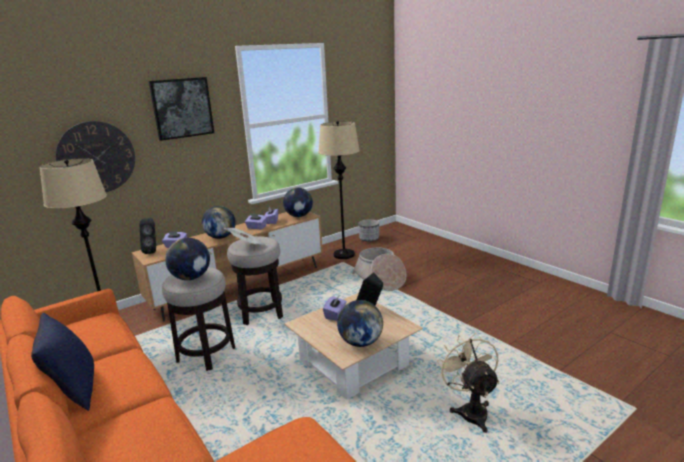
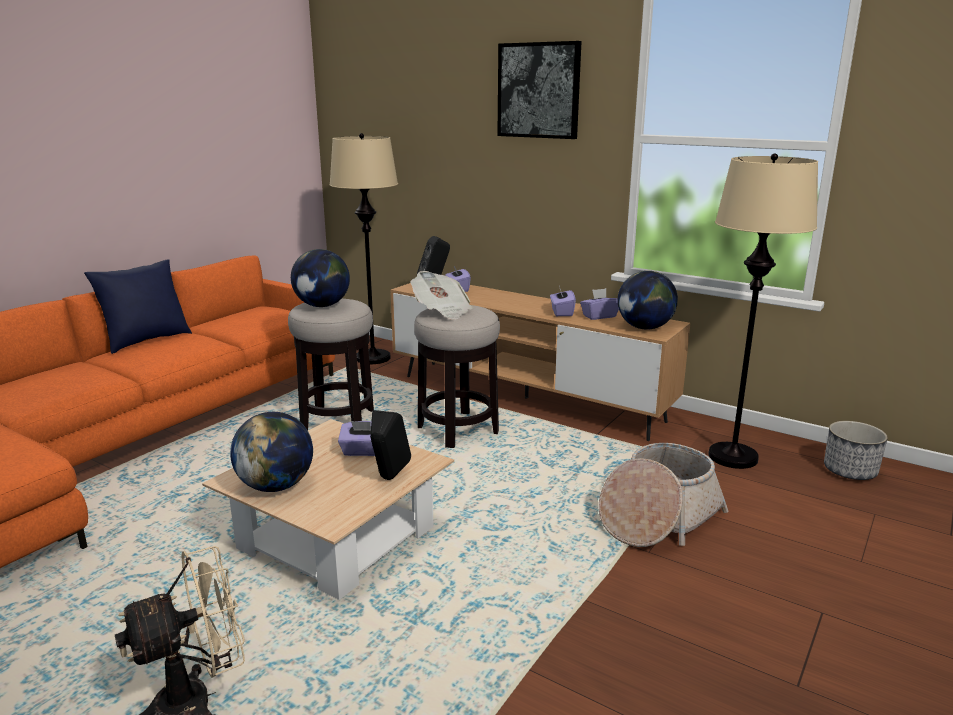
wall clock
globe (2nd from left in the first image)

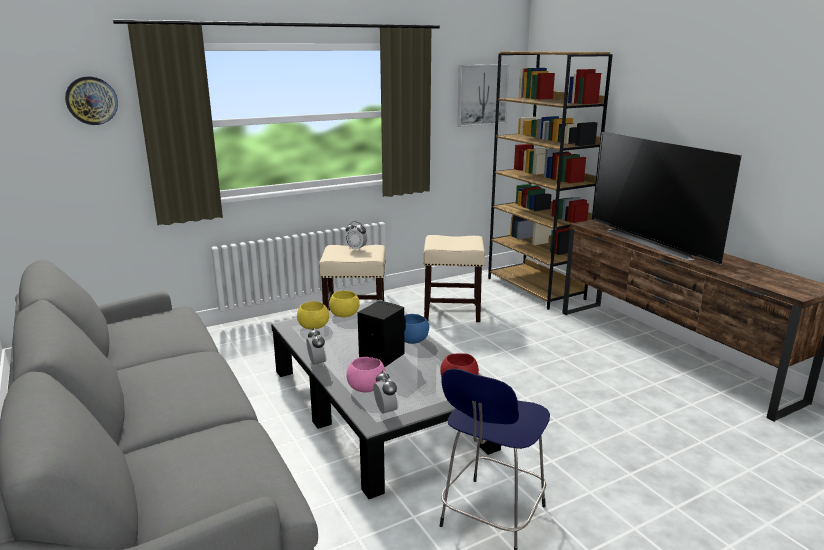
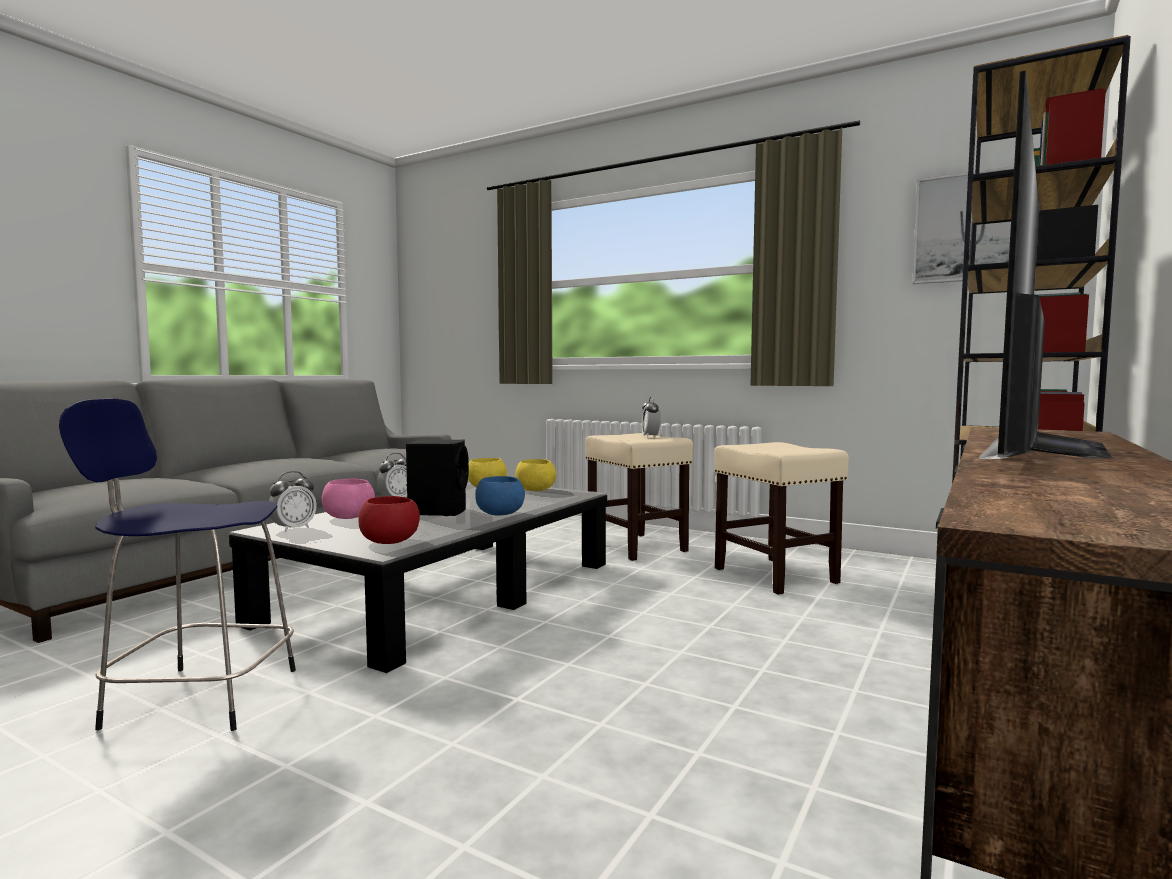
wall clock

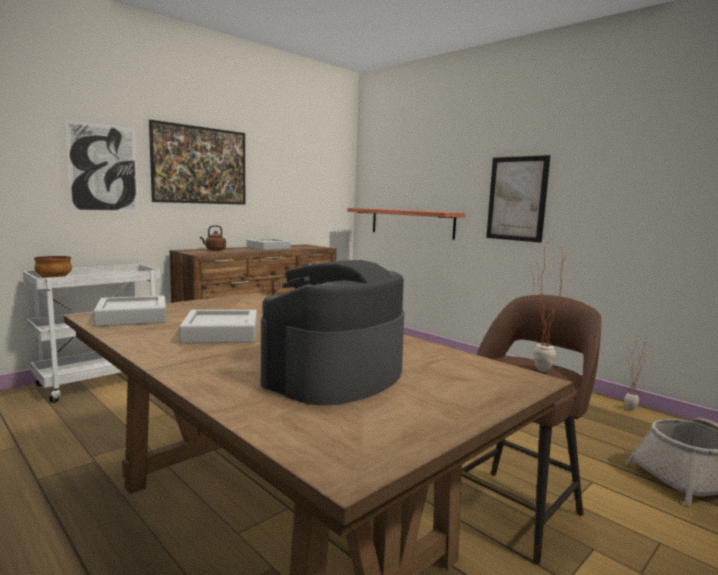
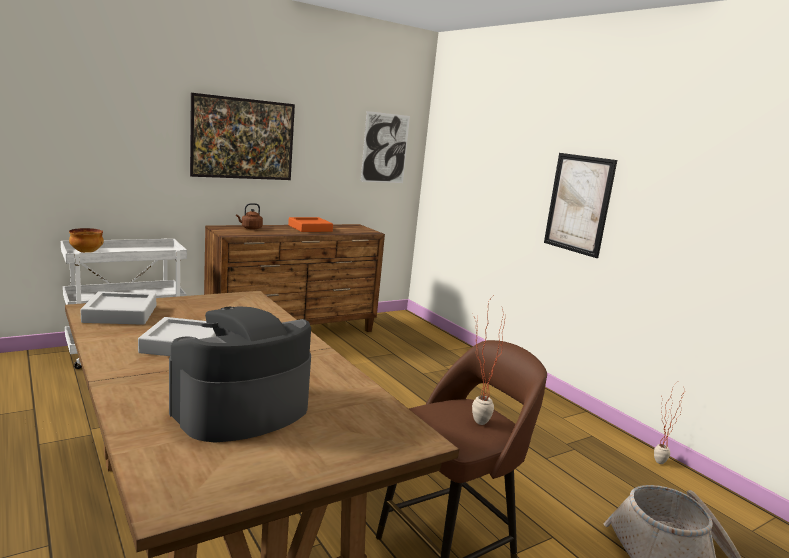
tray (orange)
picture (2nd from left)
shelf

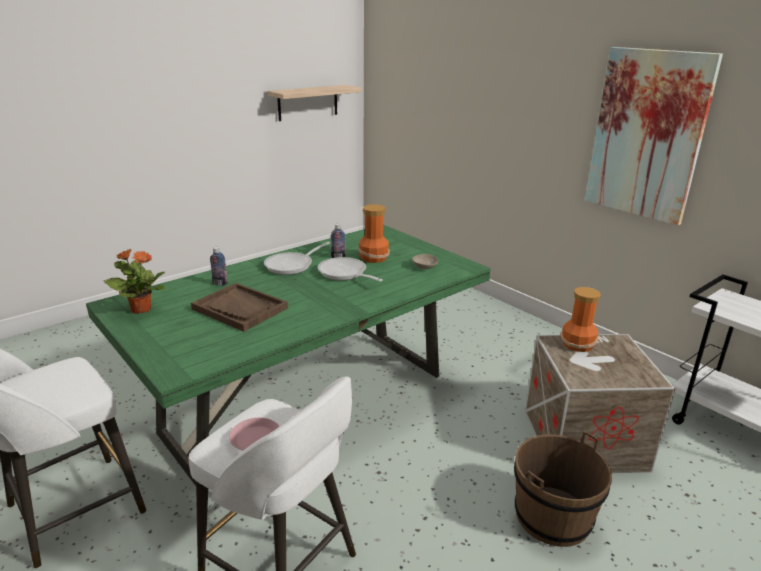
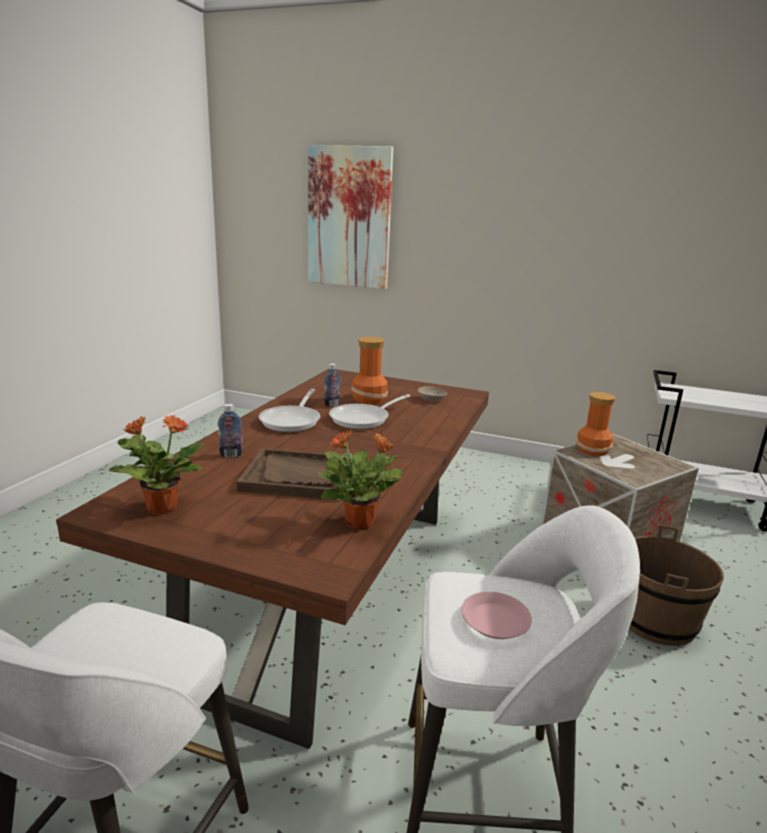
dining table (brown)
picture
potted plant (2nd from left)
frying pan (2nd from left)
shelf

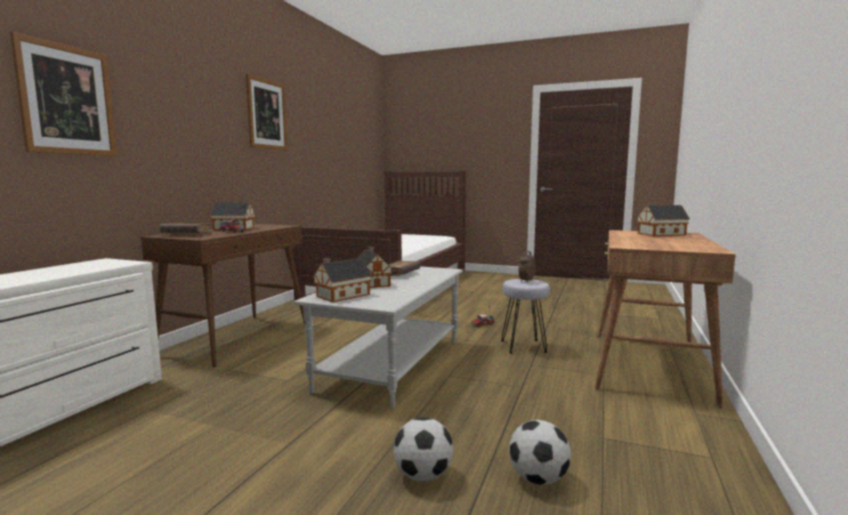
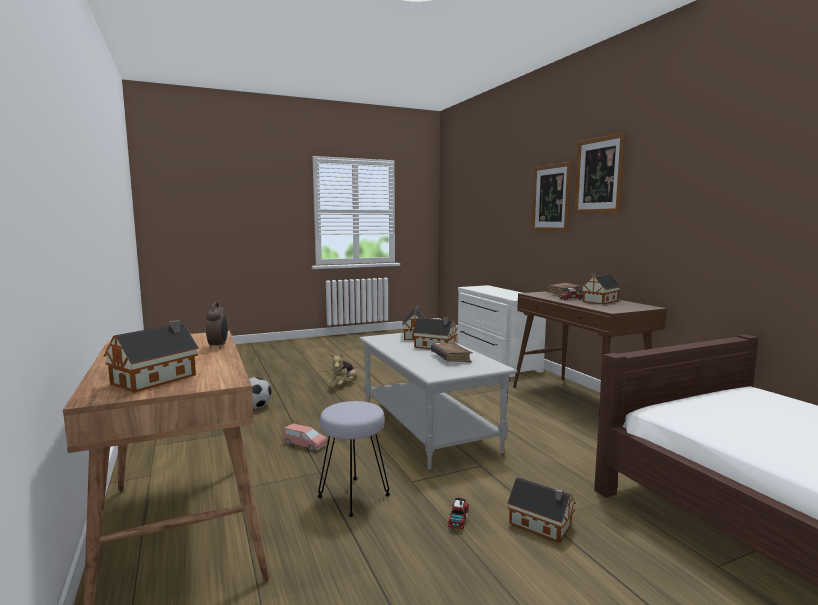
alarm clock
toy car (pink)
plush toy
toy house (4th from left)
picture (2nd from left)
football (1st from left in the first image)

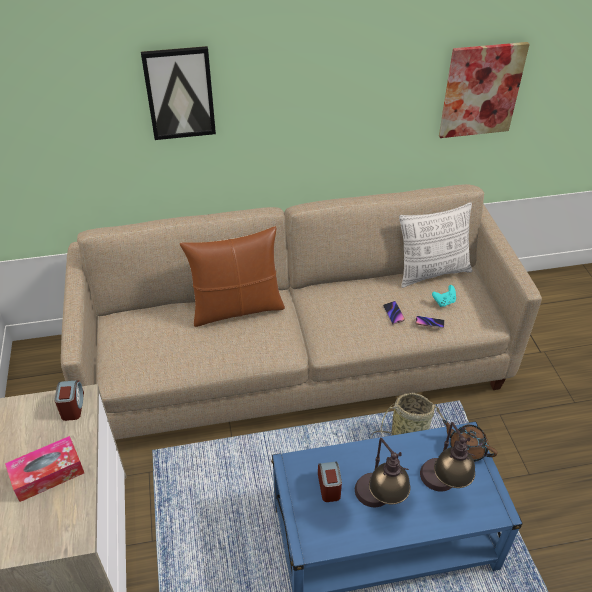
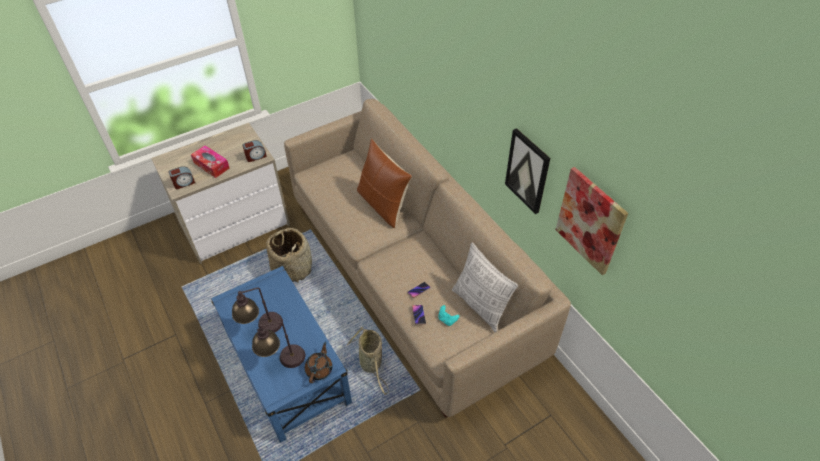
alarm clock (1st from left)
basket (1st from left)
picture (1st from left)

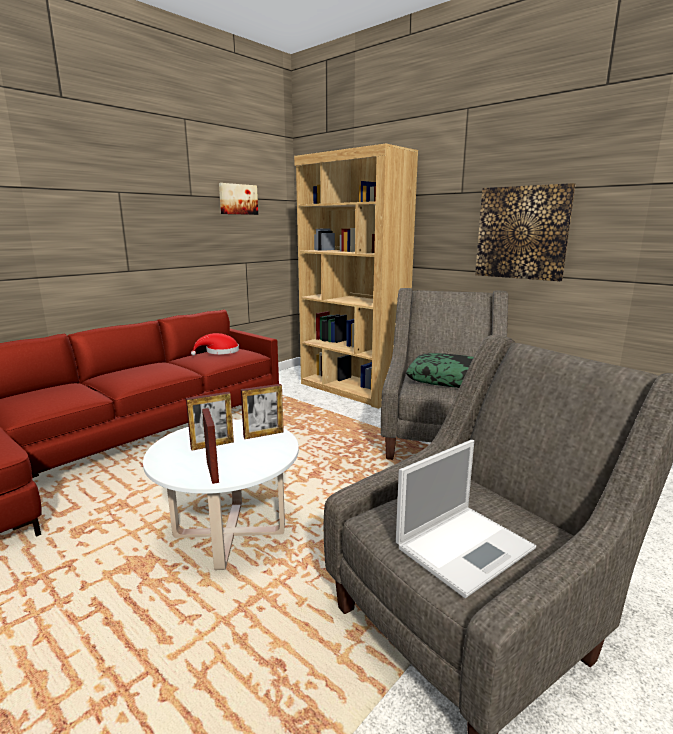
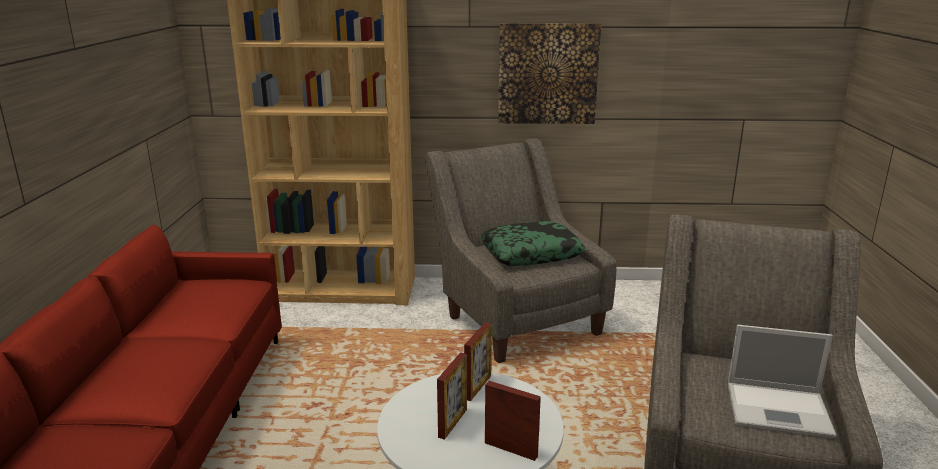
laptop
hat (red)
picture (1st from left in the first image)

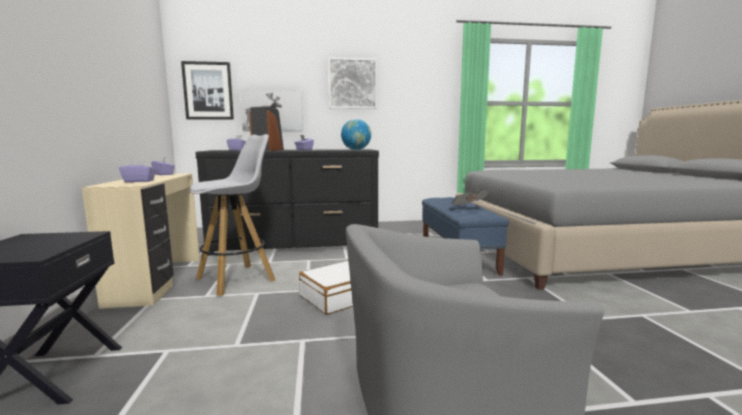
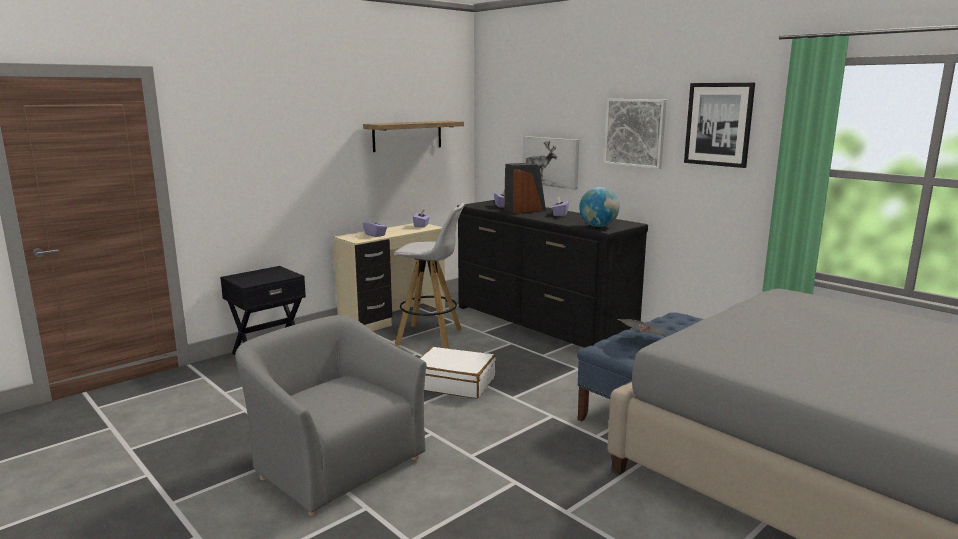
shelf
picture (3rd from left)

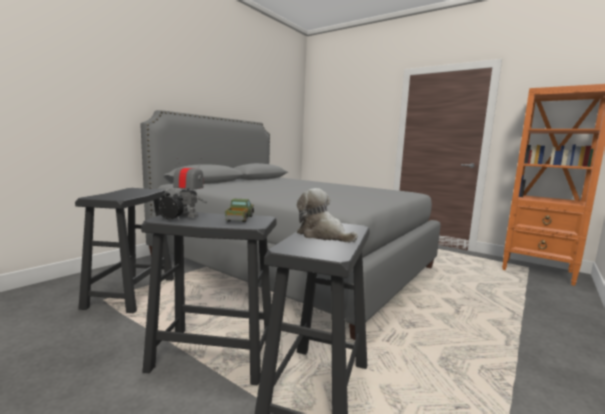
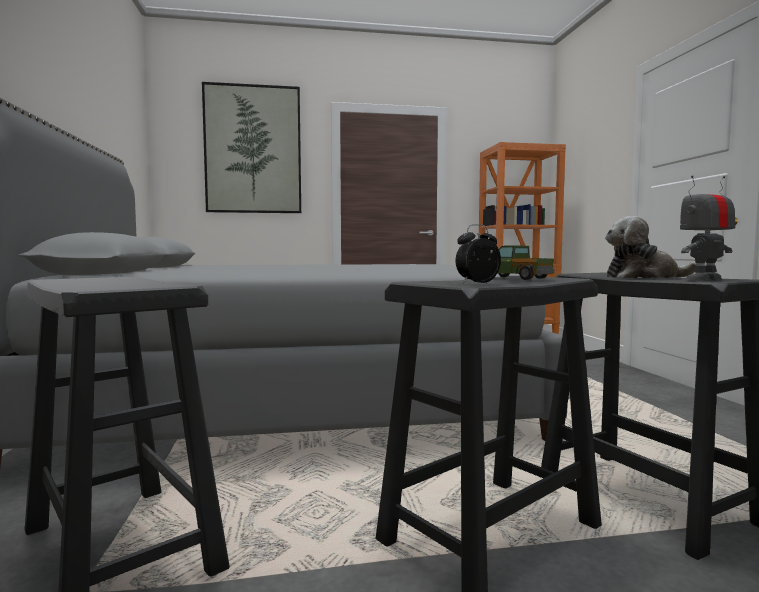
picture
toy robot

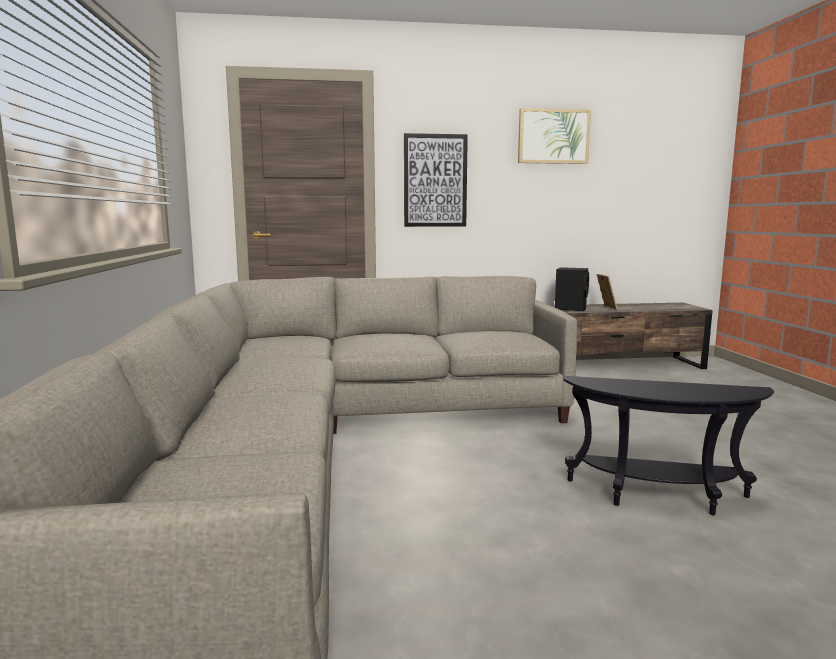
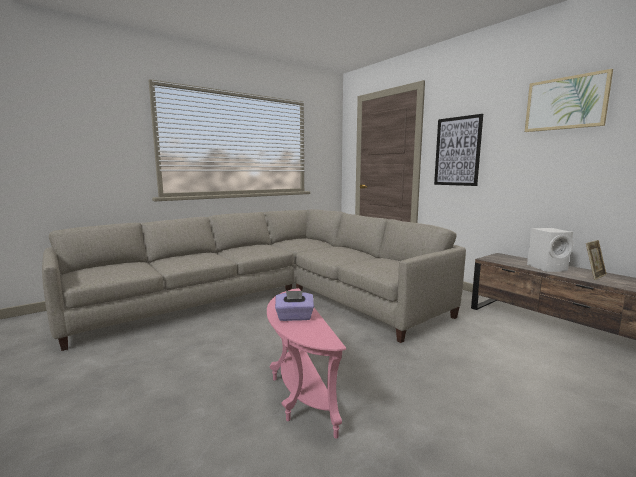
side table (pink)
tissue box (purple)
speaker (white)

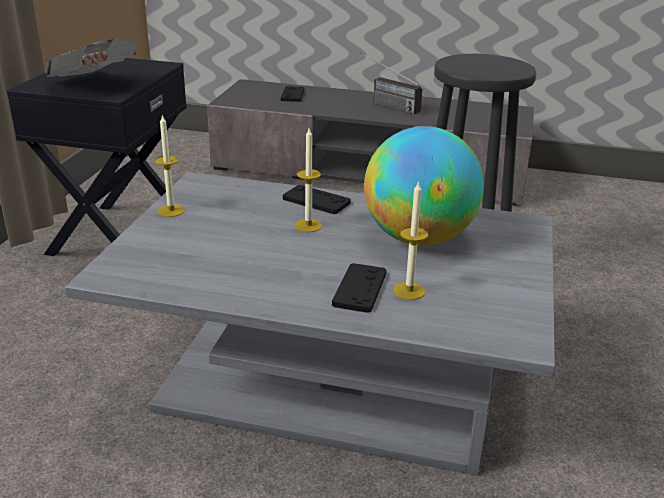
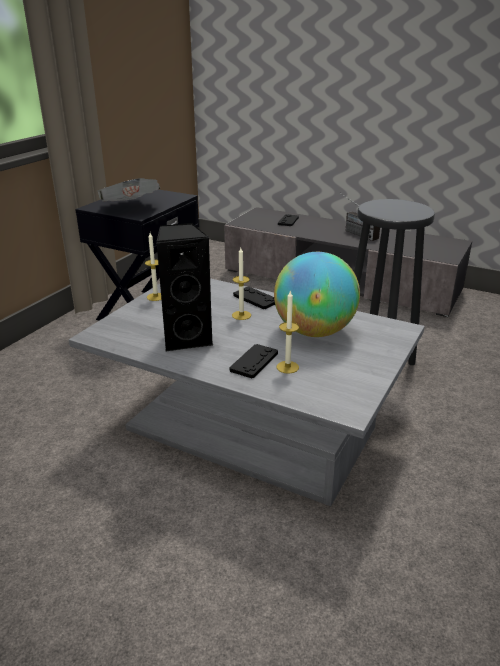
speaker (black)

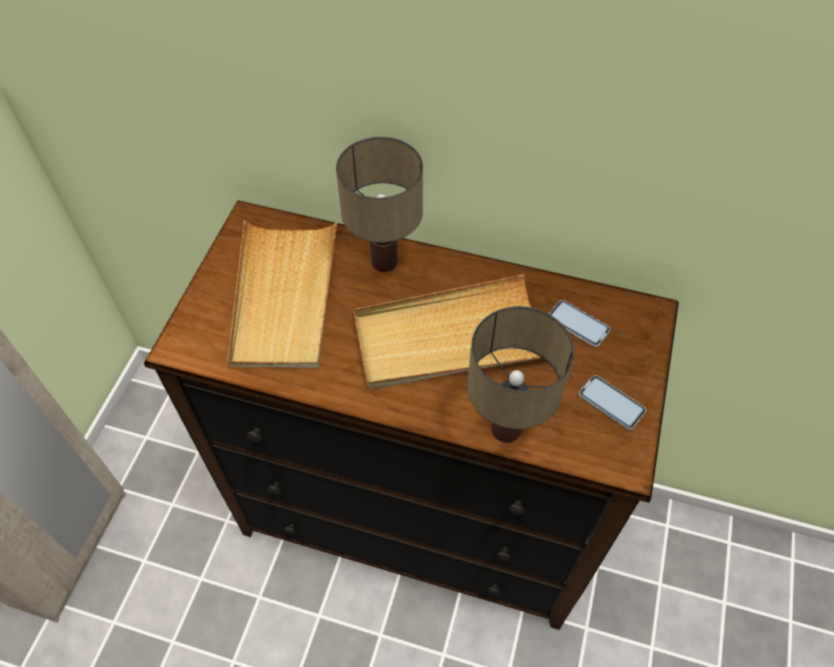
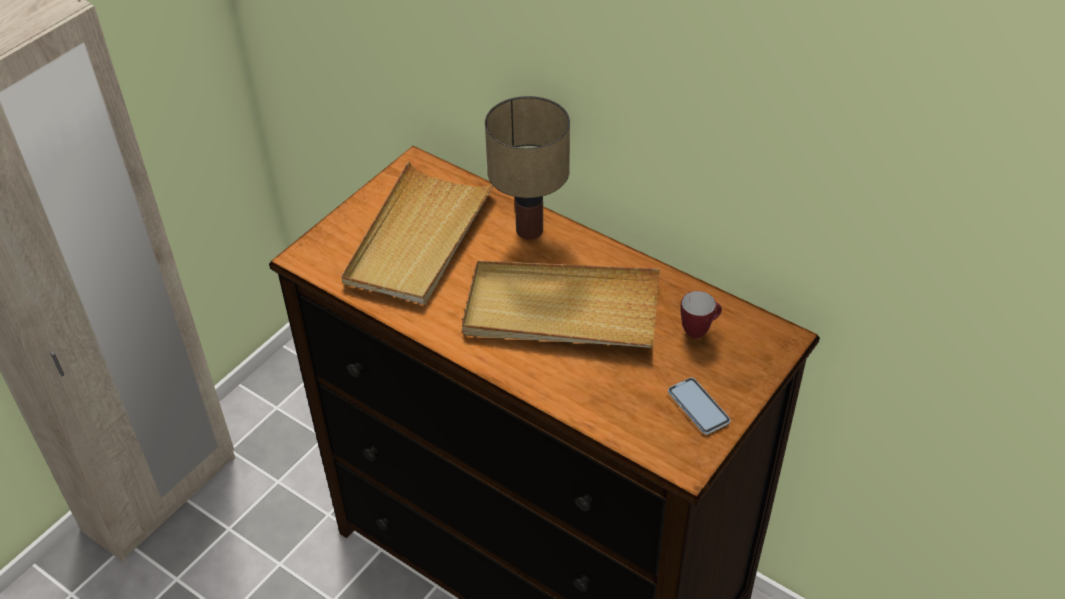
mug
table lamp (2nd from left in the first image)

